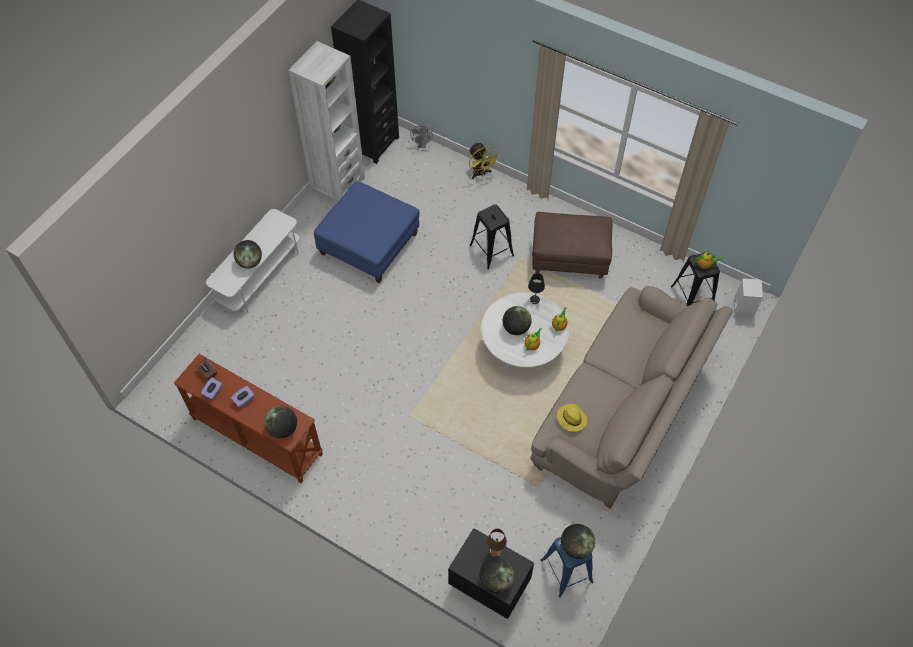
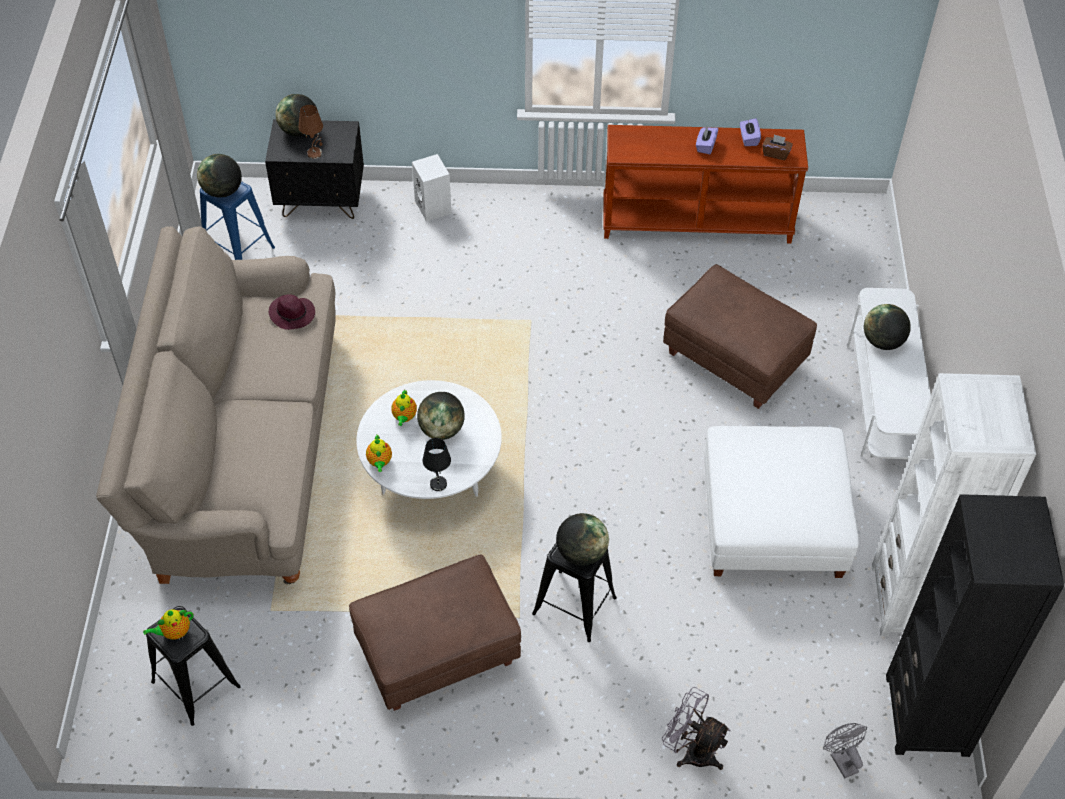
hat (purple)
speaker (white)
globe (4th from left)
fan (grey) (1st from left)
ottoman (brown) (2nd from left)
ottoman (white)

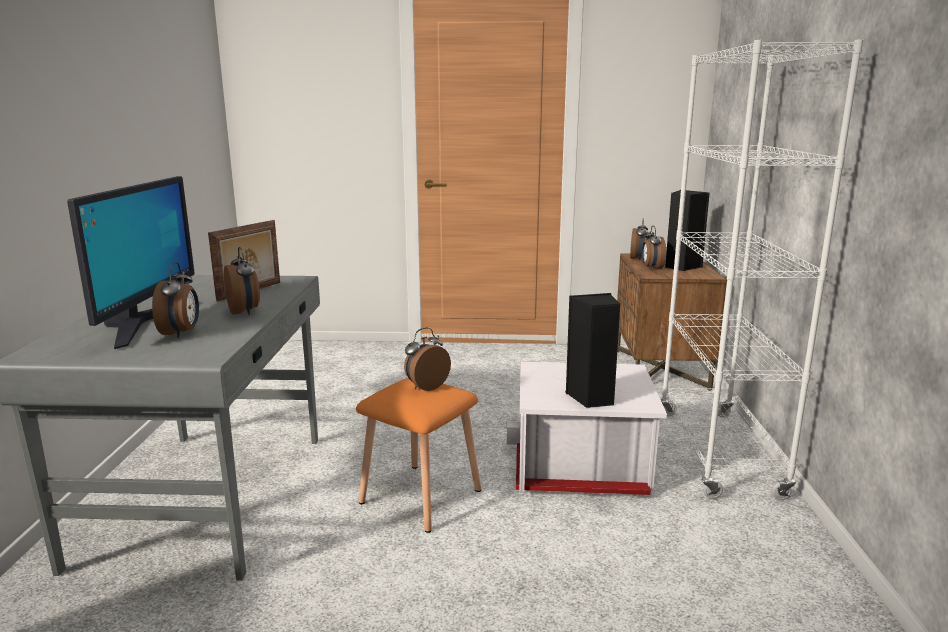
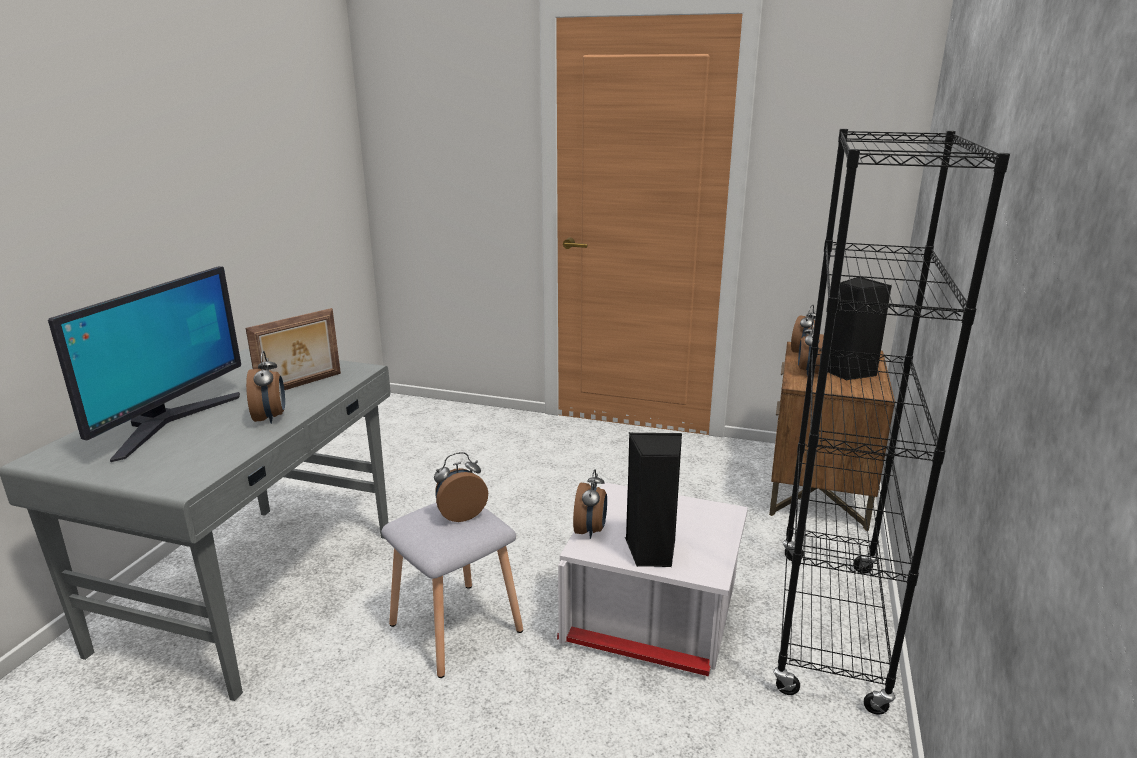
stool (grey)
alarm clock (3rd from left)
bookcase (black)

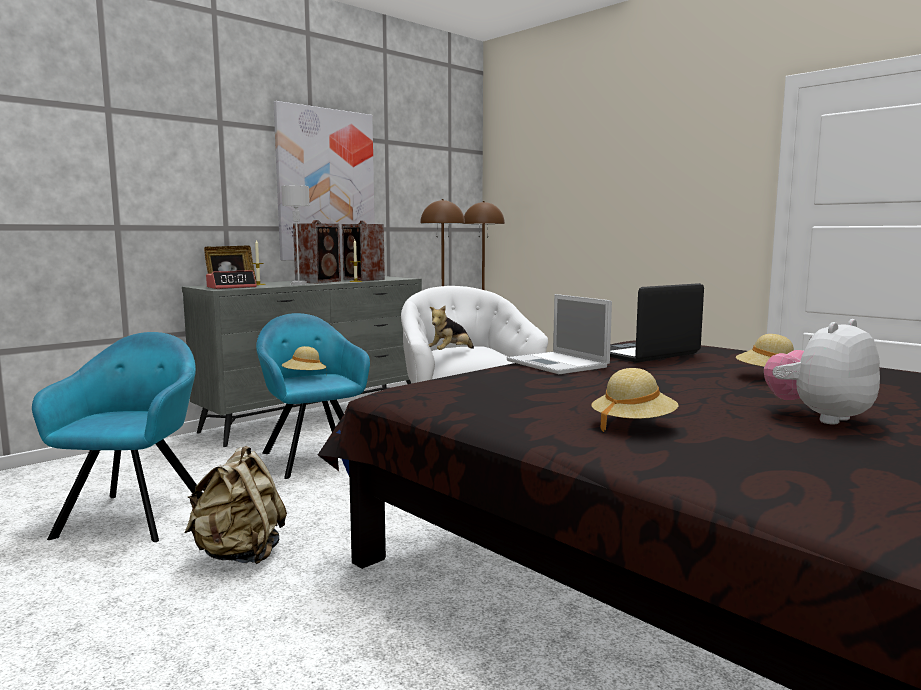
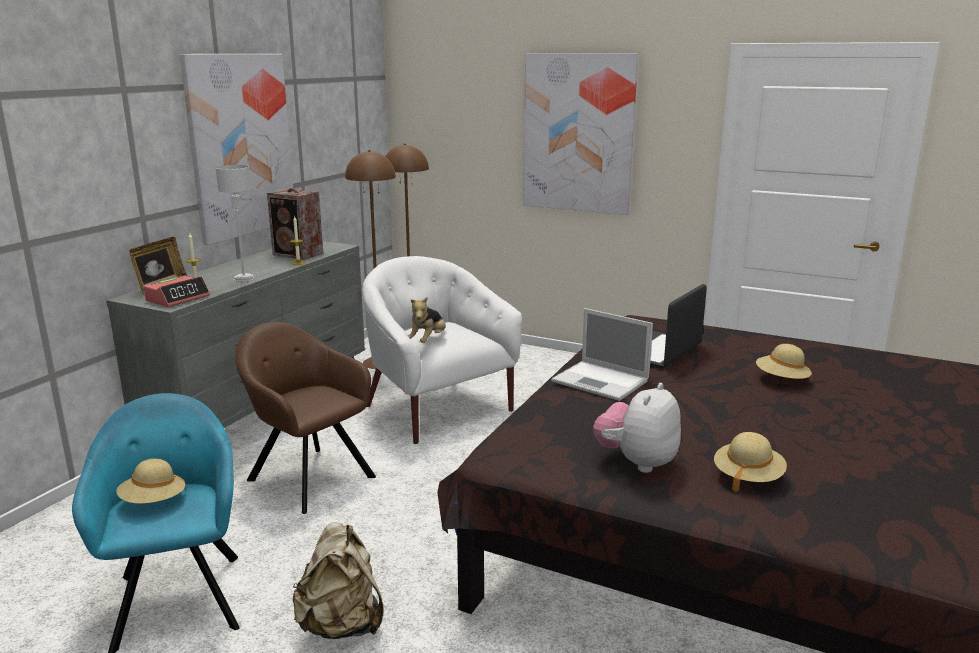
hat (beige) (1st from left)
armchair (brown)
picture (2nd from left)
plush toy (2nd from left)
speaker (1st from left in the first image)

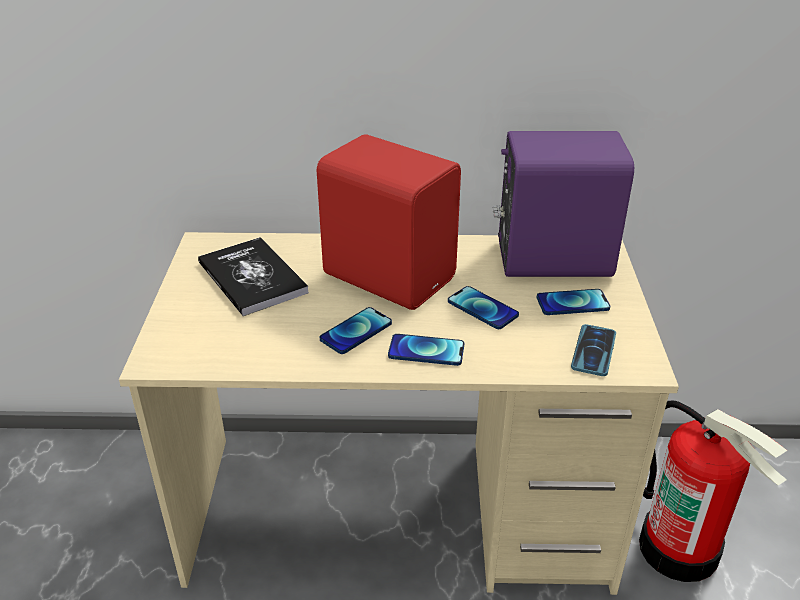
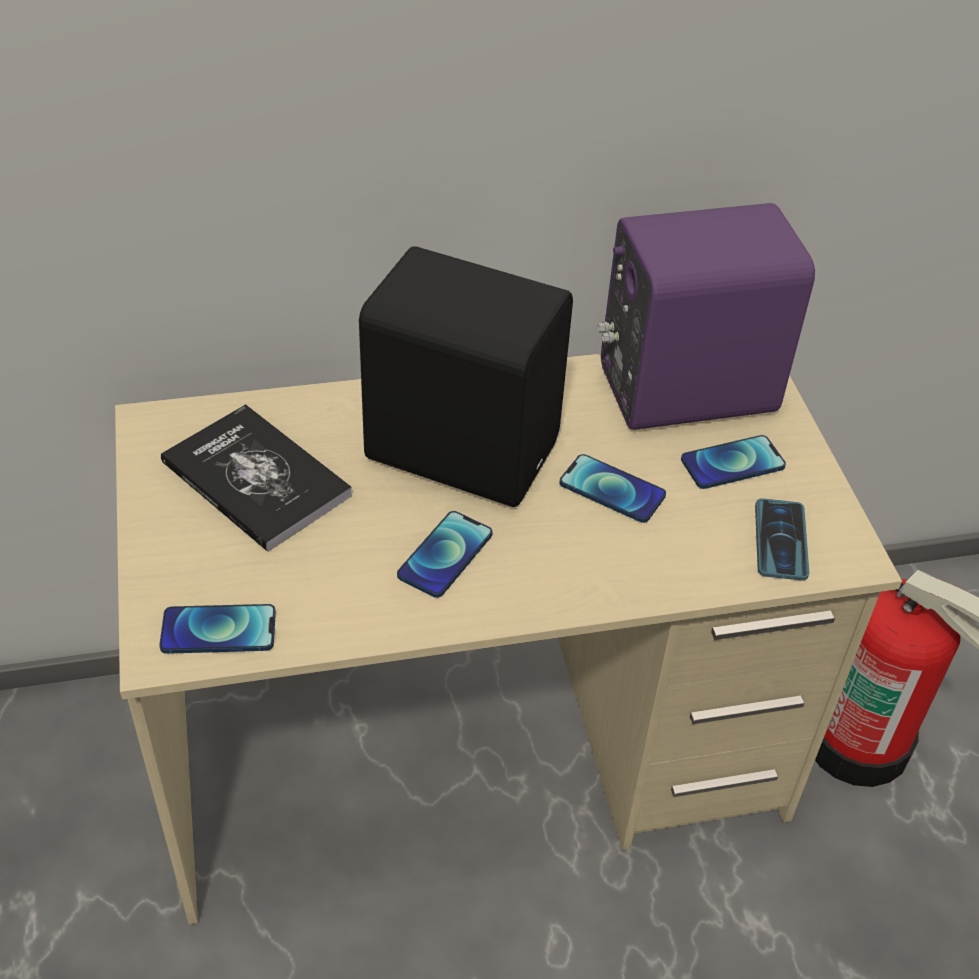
phone (1st from left)
speaker (black)

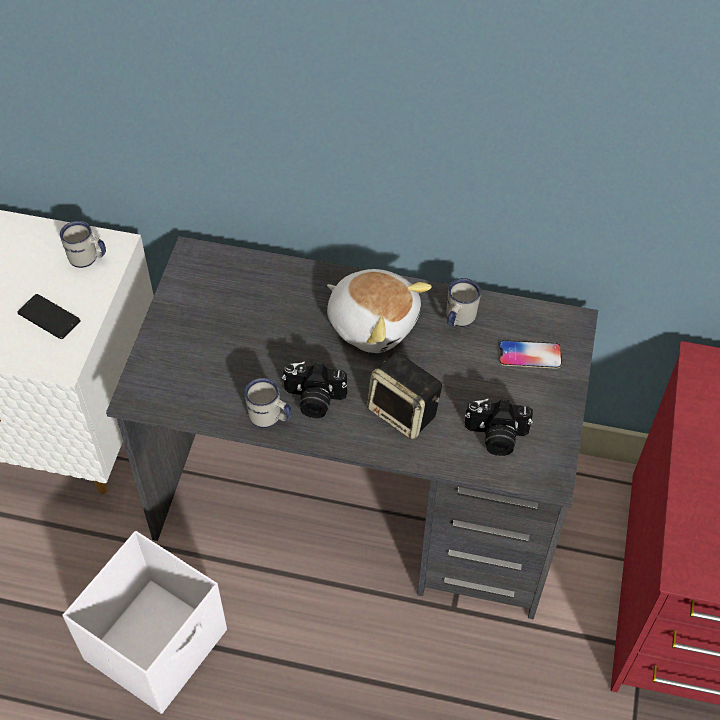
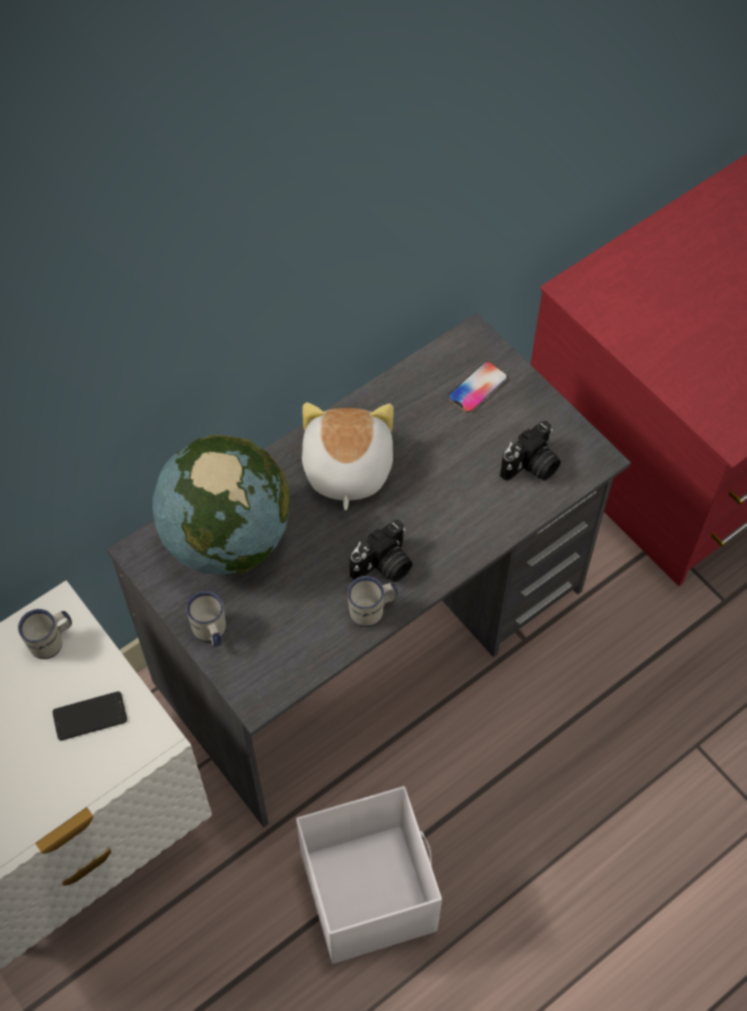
globe
mug (white) (2nd from left)
plush toy
speaker

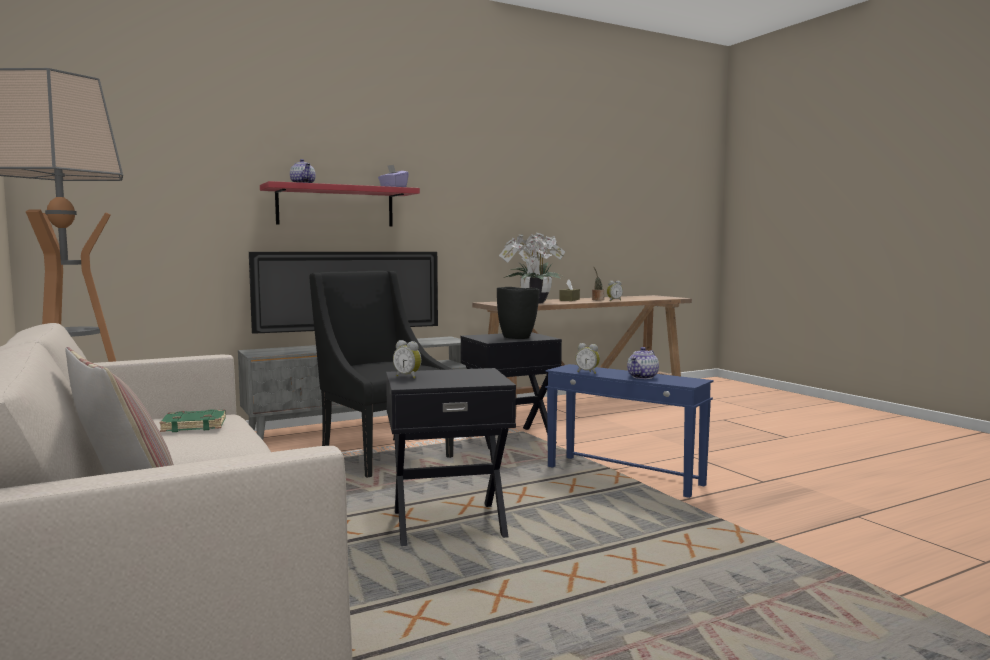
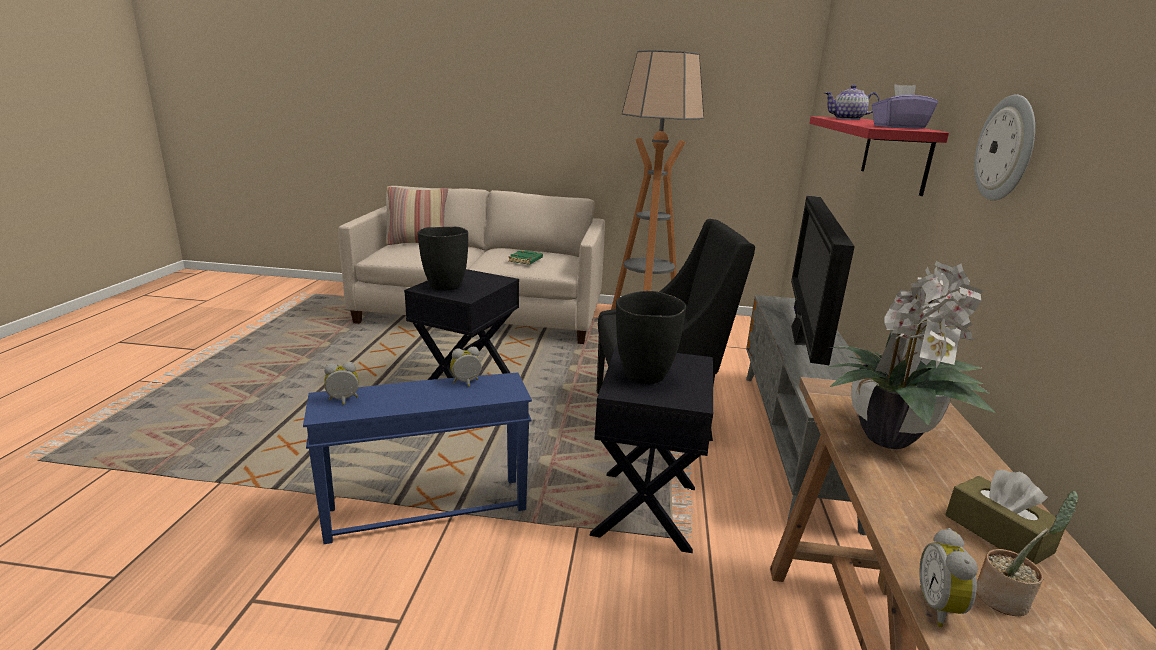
alarm clock (1st from left)
vase (black) (1st from left)
wall clock
teapot (2nd from left in the first image)

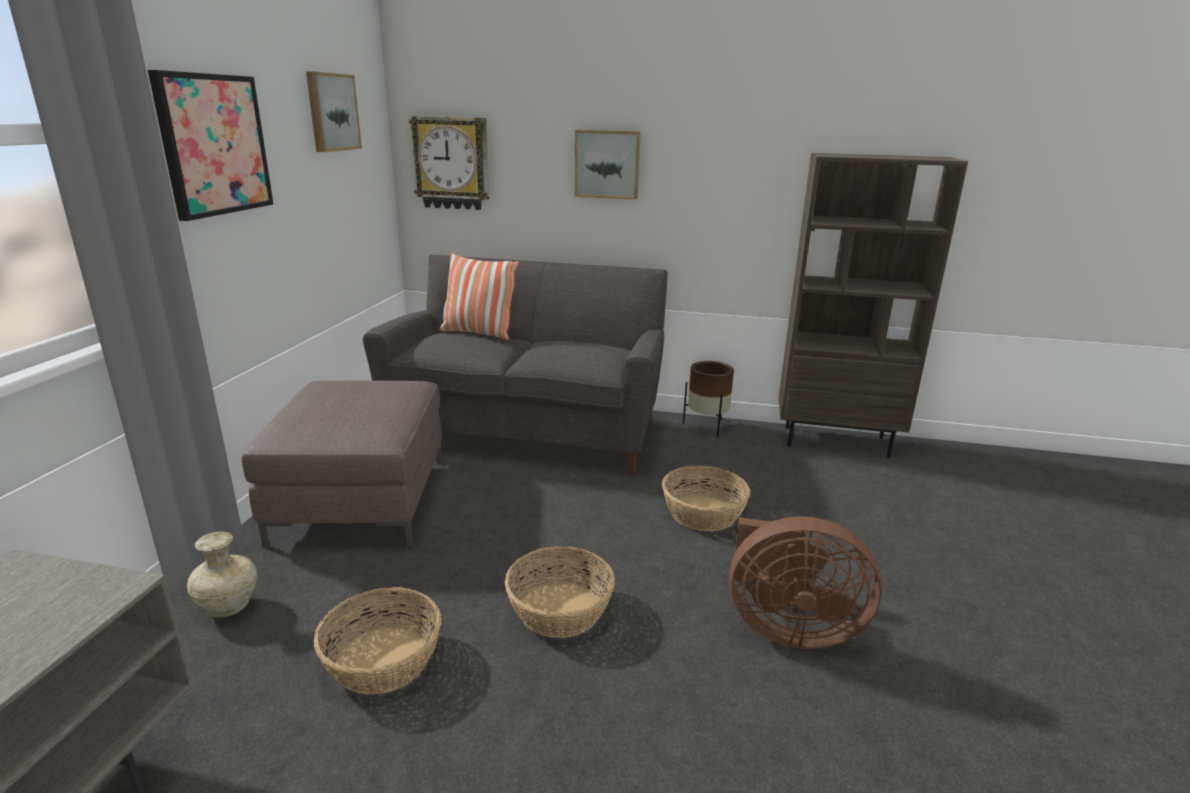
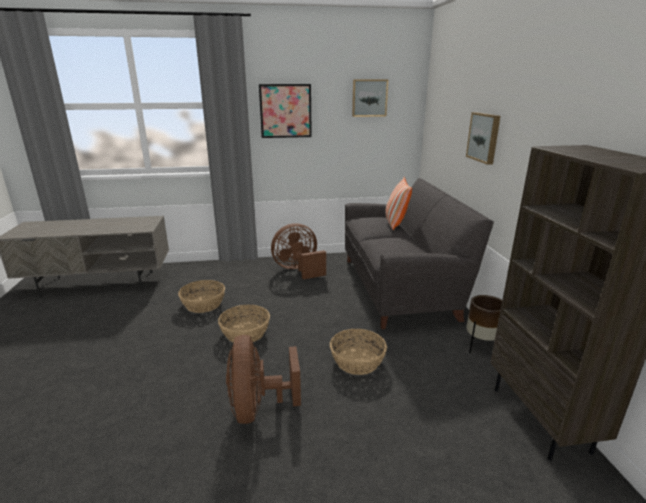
fan (brown) (2nd from left)
vase (beige)
wall clock

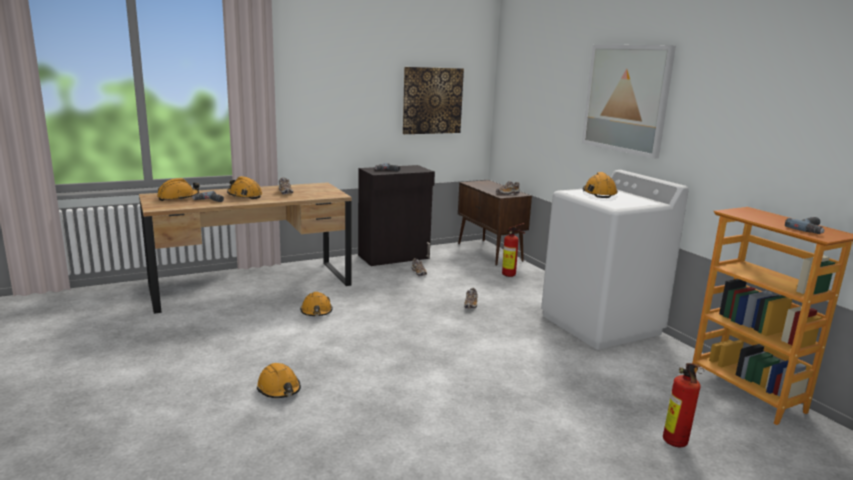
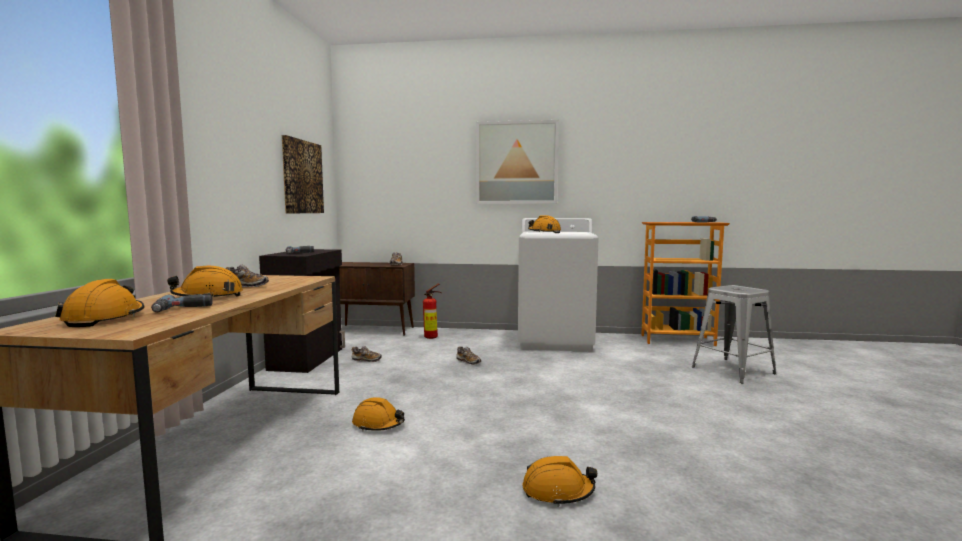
stool (grey)

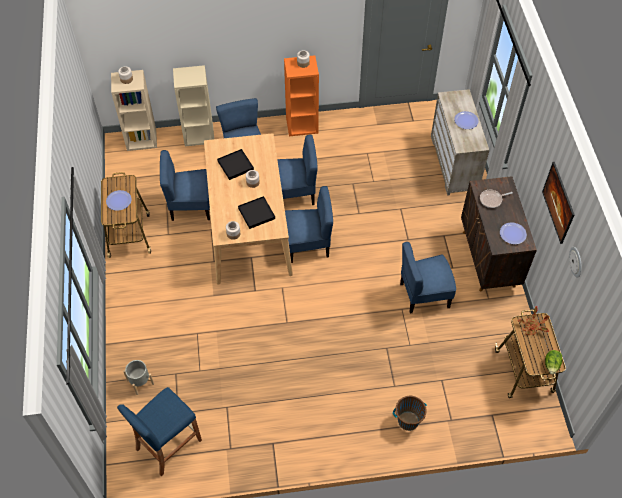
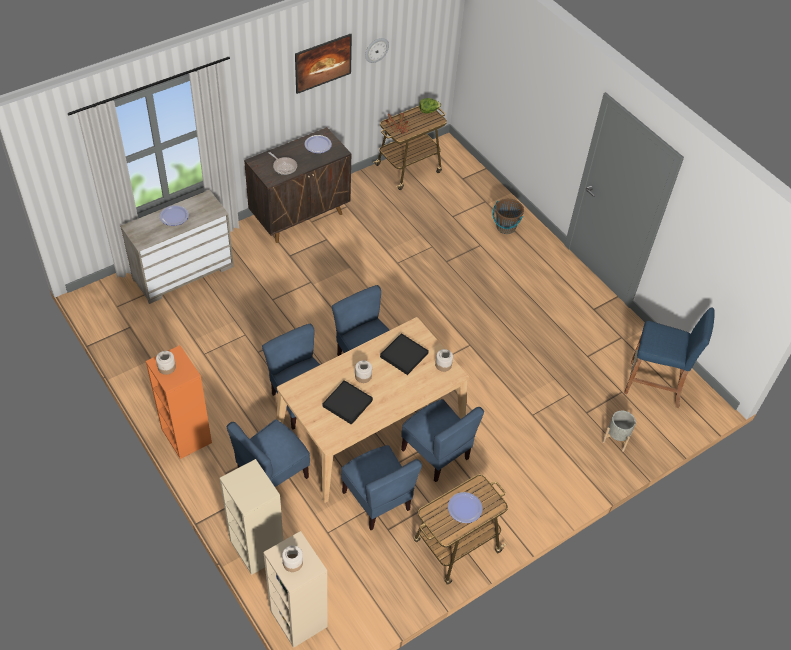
chair (blue) (5th from left)

